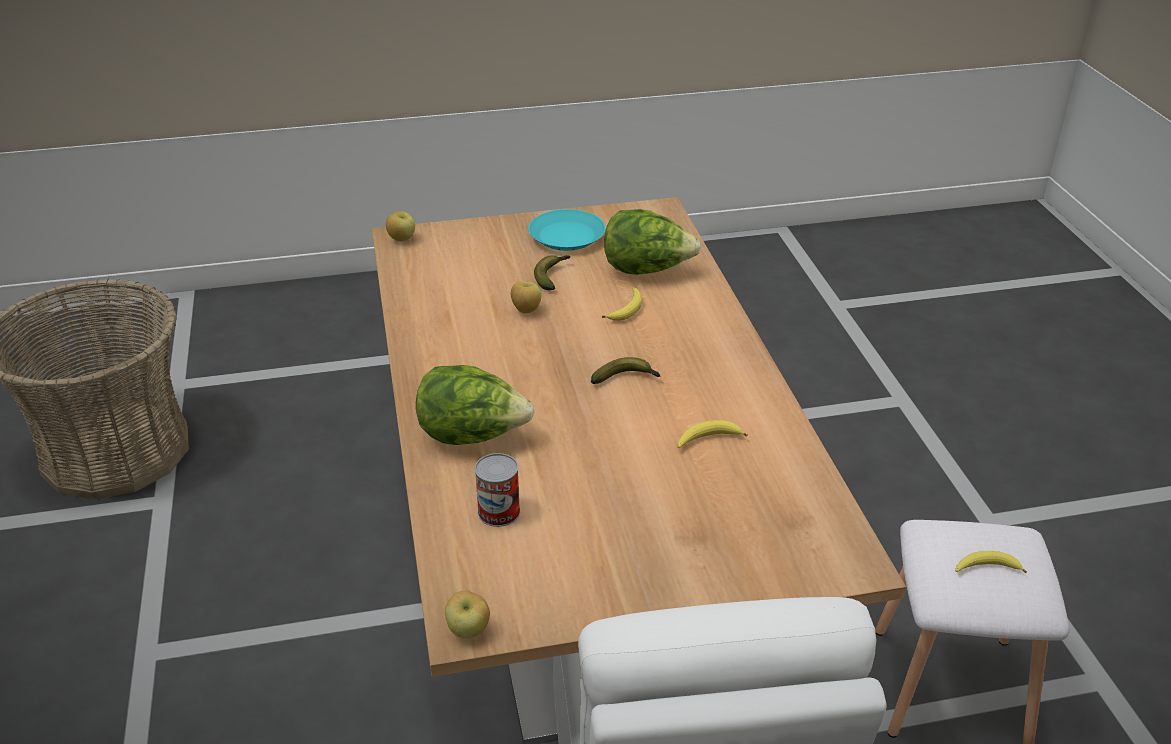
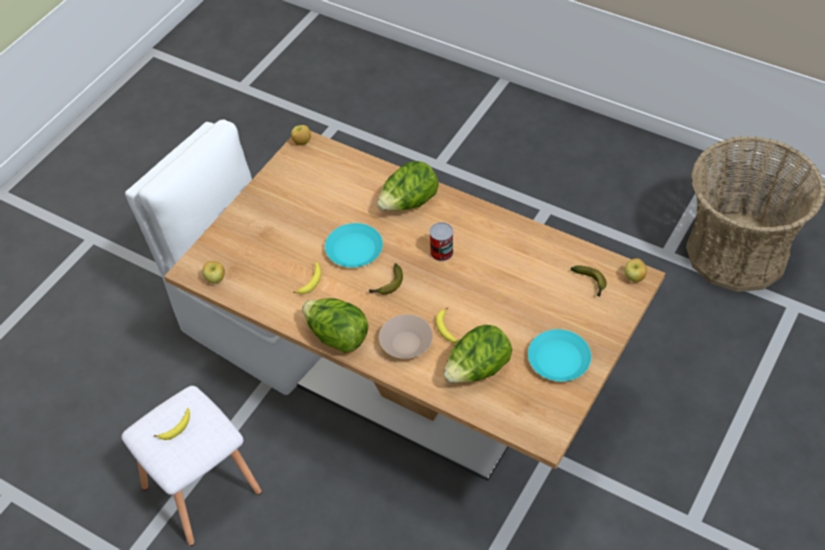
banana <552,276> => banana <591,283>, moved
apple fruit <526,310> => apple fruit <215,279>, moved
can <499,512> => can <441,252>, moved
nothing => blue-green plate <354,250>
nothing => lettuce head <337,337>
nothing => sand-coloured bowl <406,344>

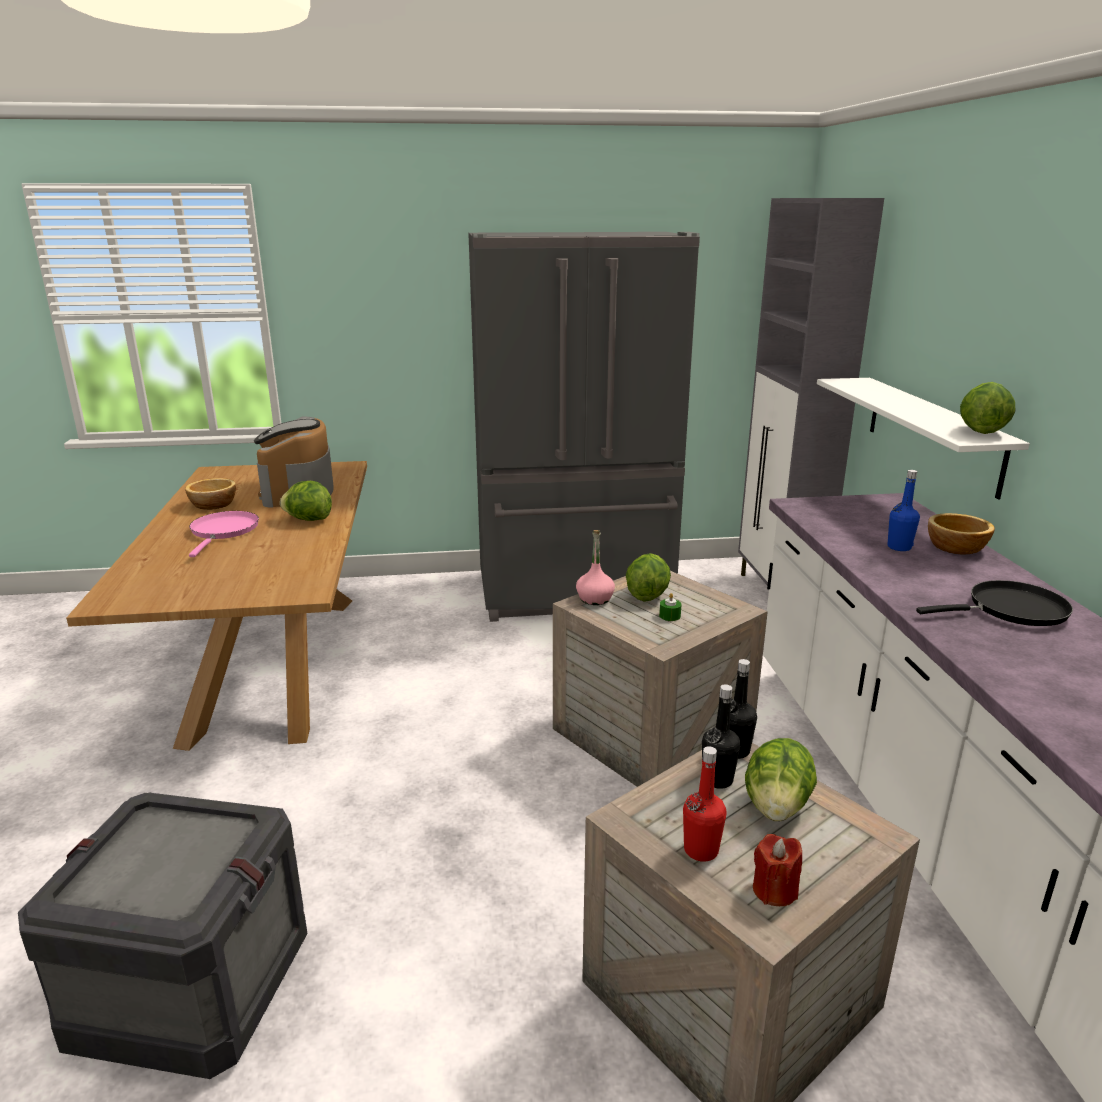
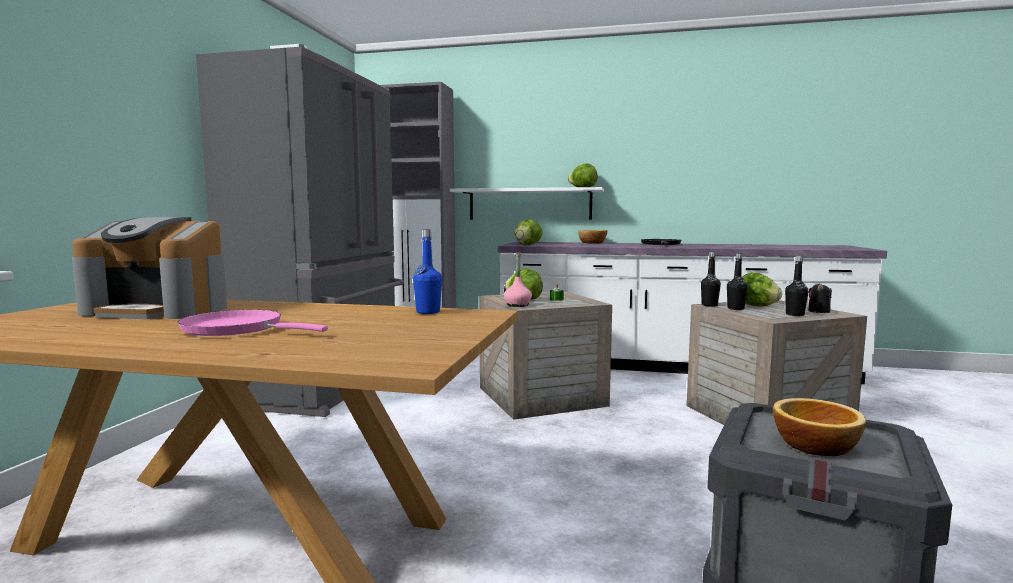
blue drink bottle <899,547> => blue drink bottle <428,312>, moved
bowl <214,505> => bowl <814,445>, moved
lettuce head <308,519> => lettuce head <527,245>, moved
reddish drink bottle <701,850> => black-coloured drink bottle <795,314>
reddish candle <774,890> => black-coloured candle <819,311>

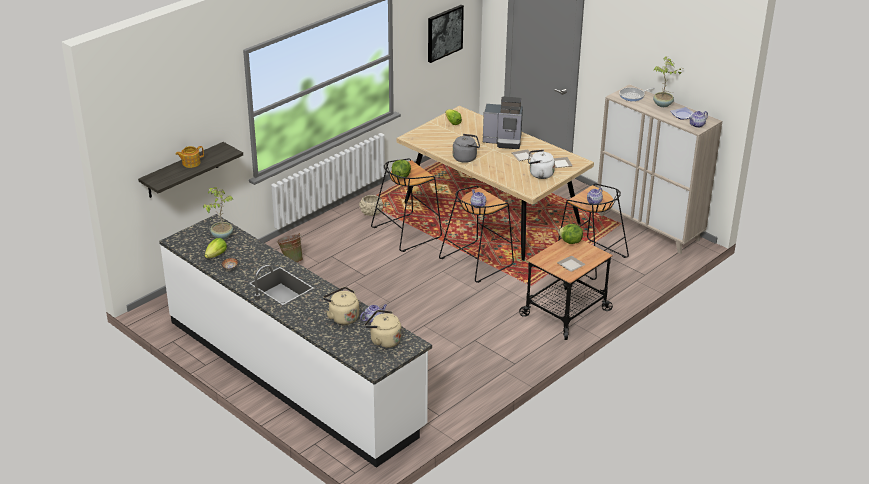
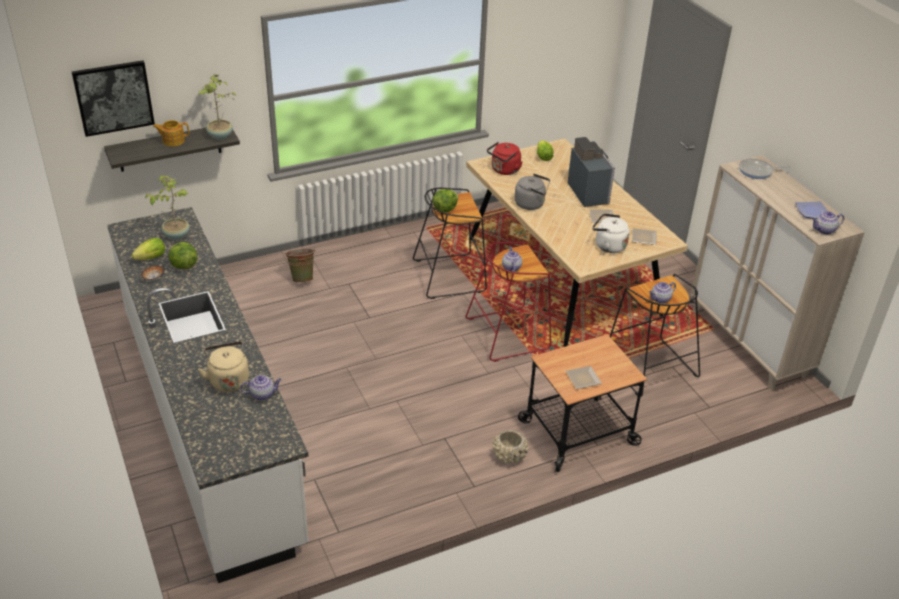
picture <444,33> => picture <113,97>, moved
houseplant <663,105> => houseplant <220,136>, moved
coffee maker <503,141> => coffee maker <590,193>, 135 degrees counterclockwise
black-coloured sitting stool <476,261> => reddish sitting stool <508,333>
sand-coloured plant pot <371,212> => sand-coloured plant pot <509,456>, moved
lettuce head <570,242> => lettuce head <183,265>, moved
sand-coloured water kettle <383,341> => nothing
nothing => reddish water kettle <504,170>

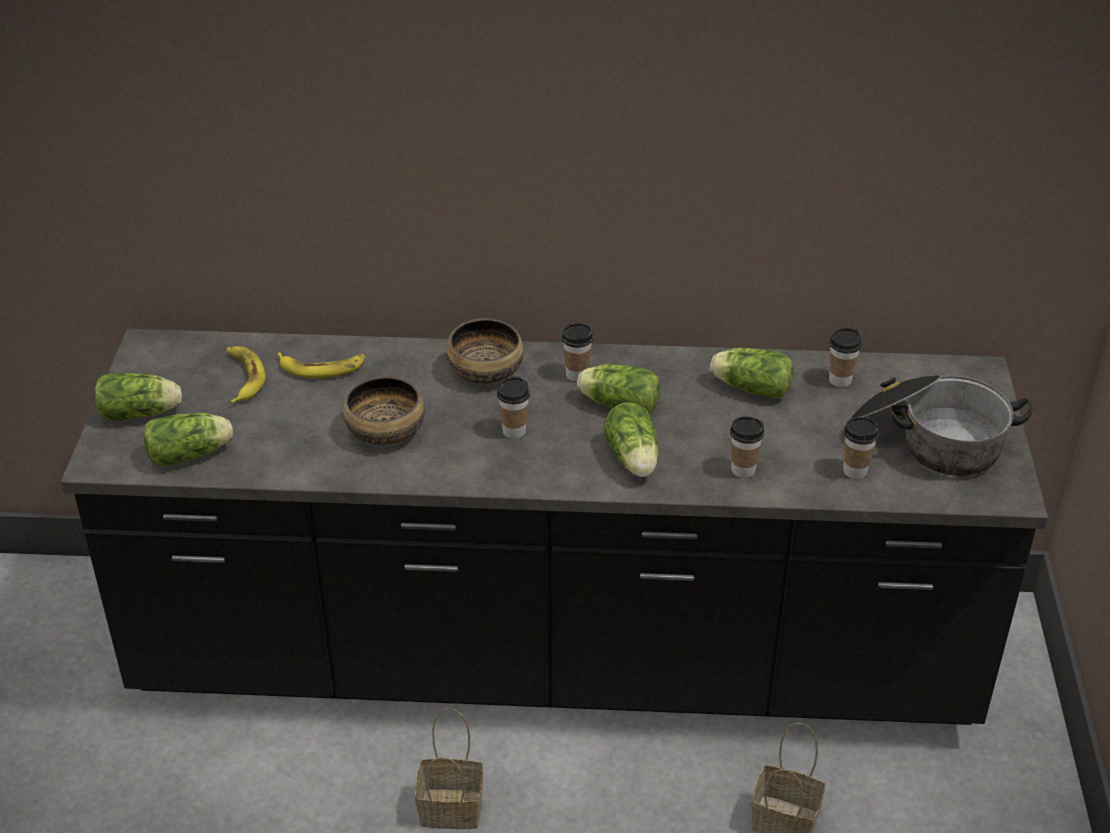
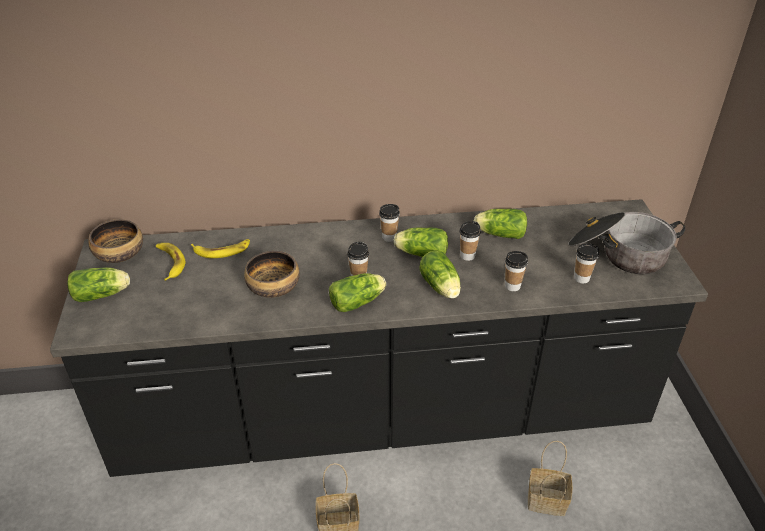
bowl <485,370> => bowl <120,253>, moved
drinking cup <840,380> => drinking cup <467,256>, moved
lettuce head <192,454> => lettuce head <359,302>, moved

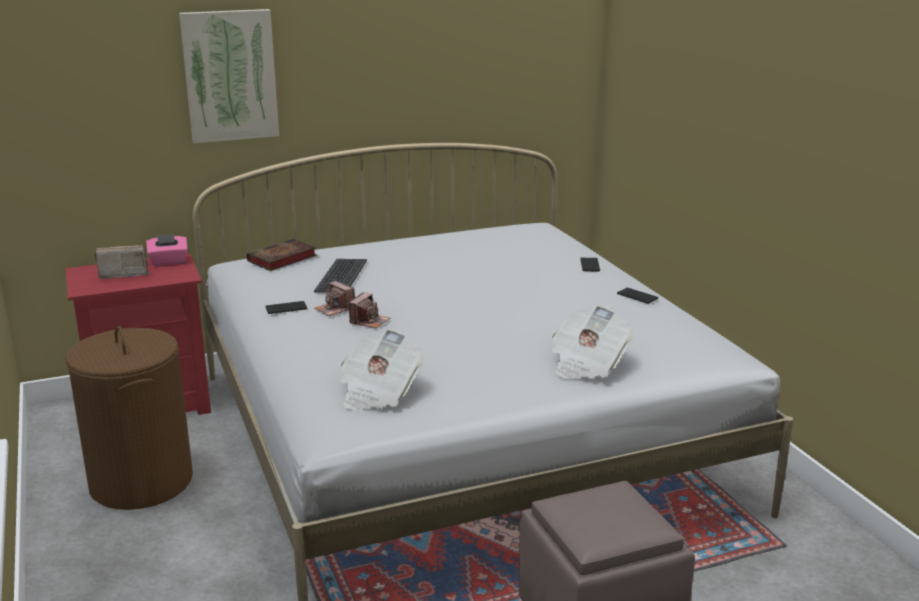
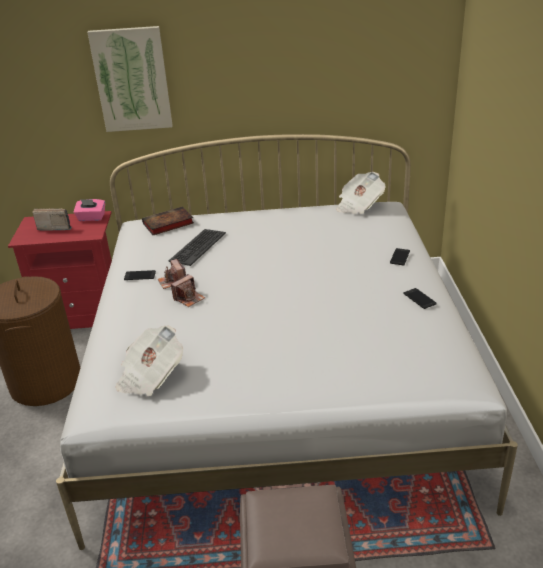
printed paper <587,364> => printed paper <359,205>, moved

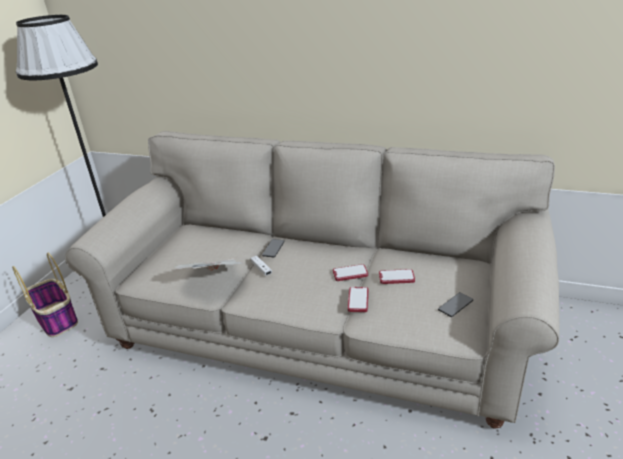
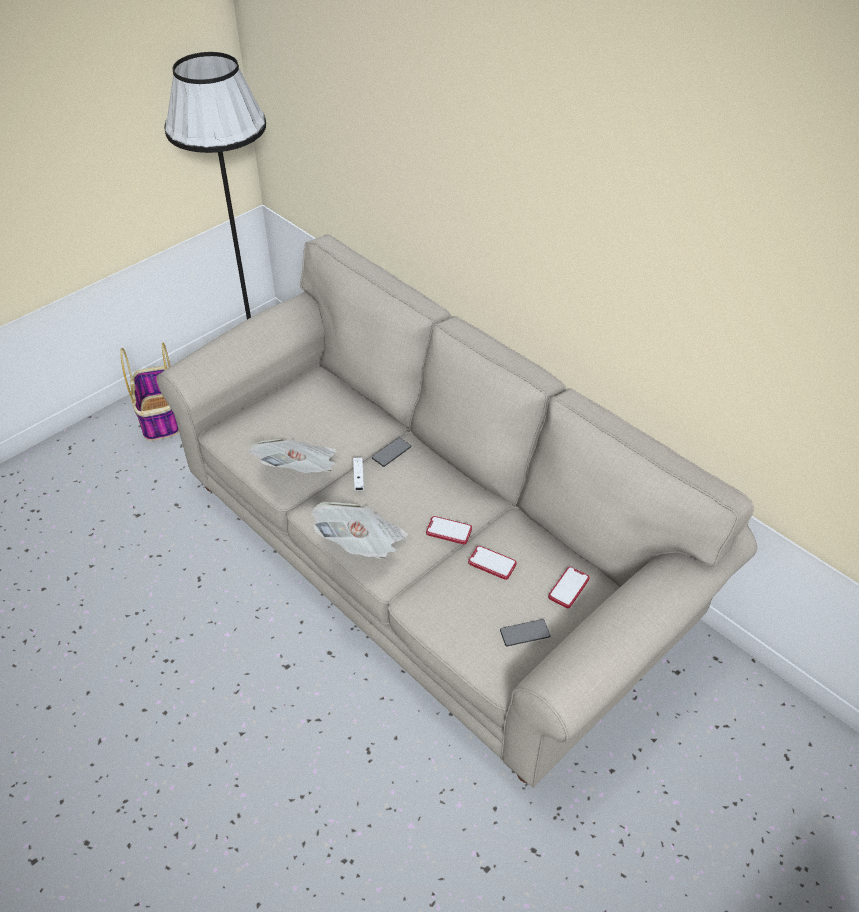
telephone <358,300> => telephone <568,588>, moved
nothing => printed paper <362,544>

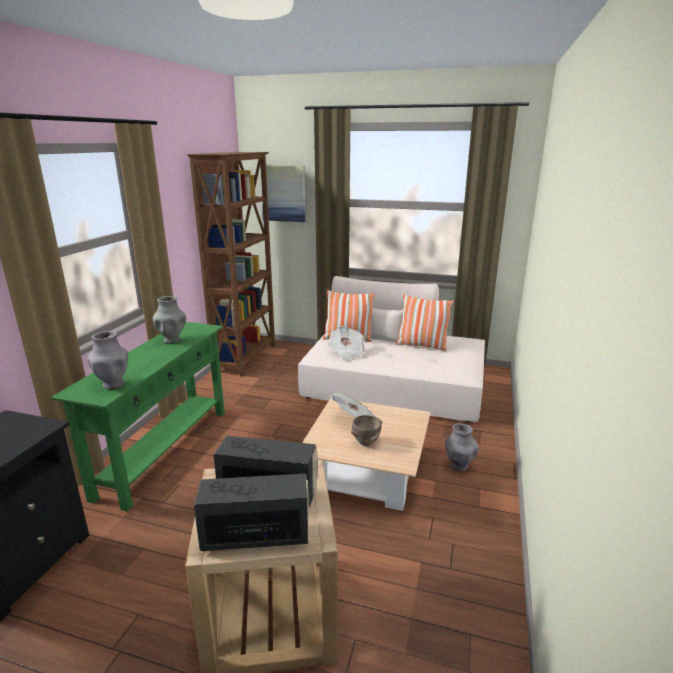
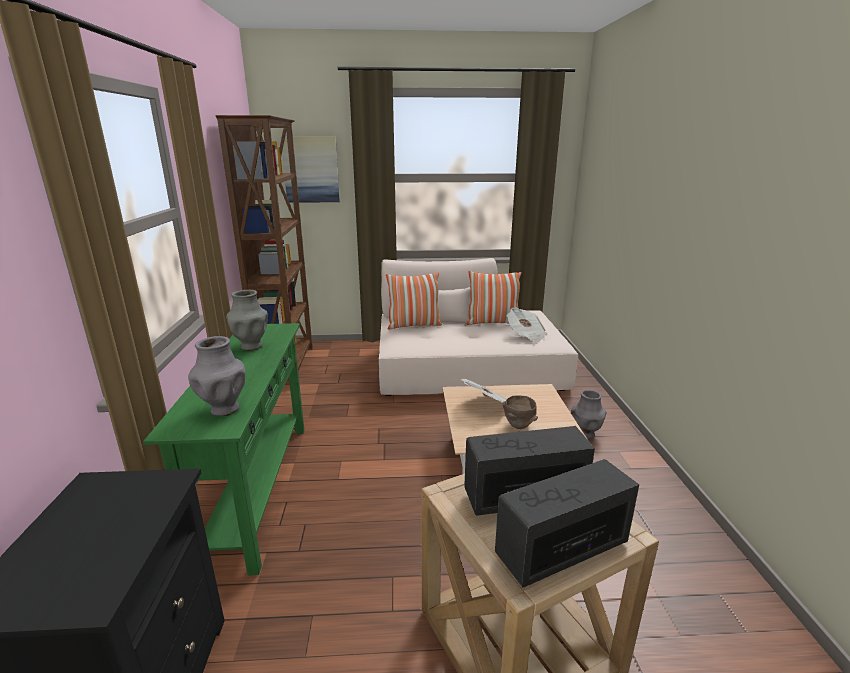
printed paper <347,353> => printed paper <526,335>, moved

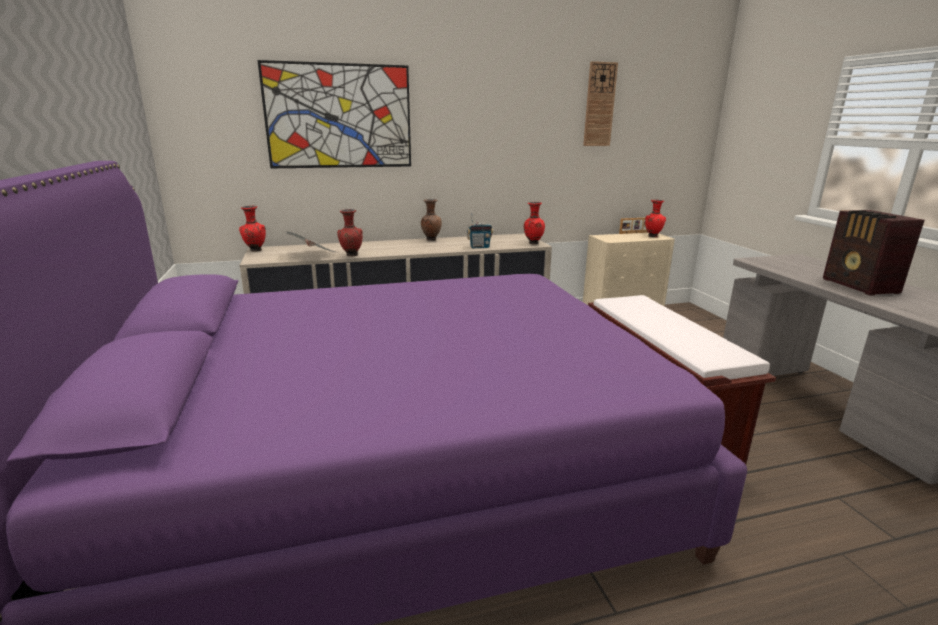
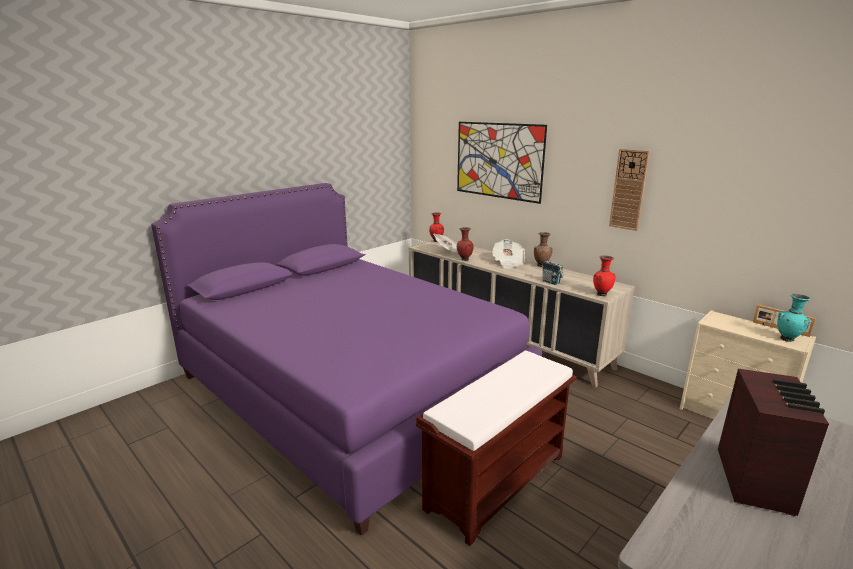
wall clock <599,105> => wall clock <629,190>, moved
reddish vase <652,236> => blue-green vase <787,339>
radio <860,286> => radio <755,480>, 150 degrees clockwise
nothing => printed paper <508,263>

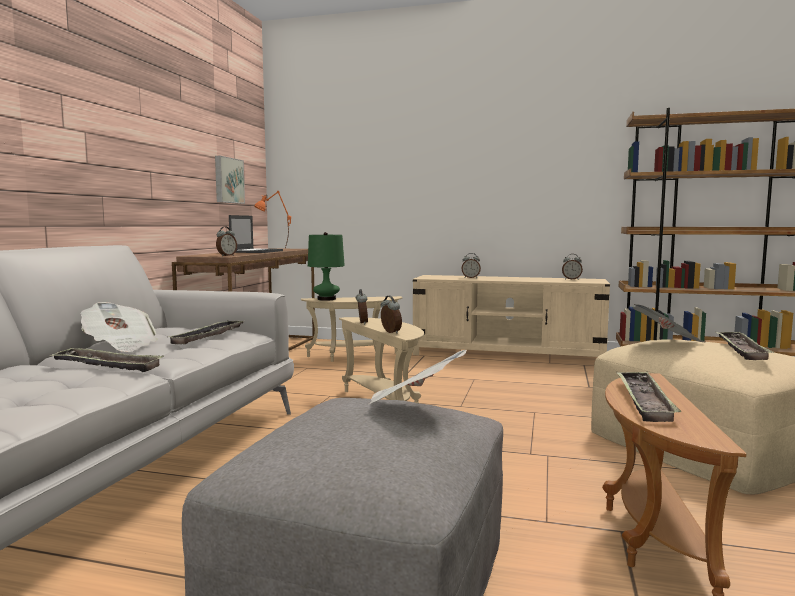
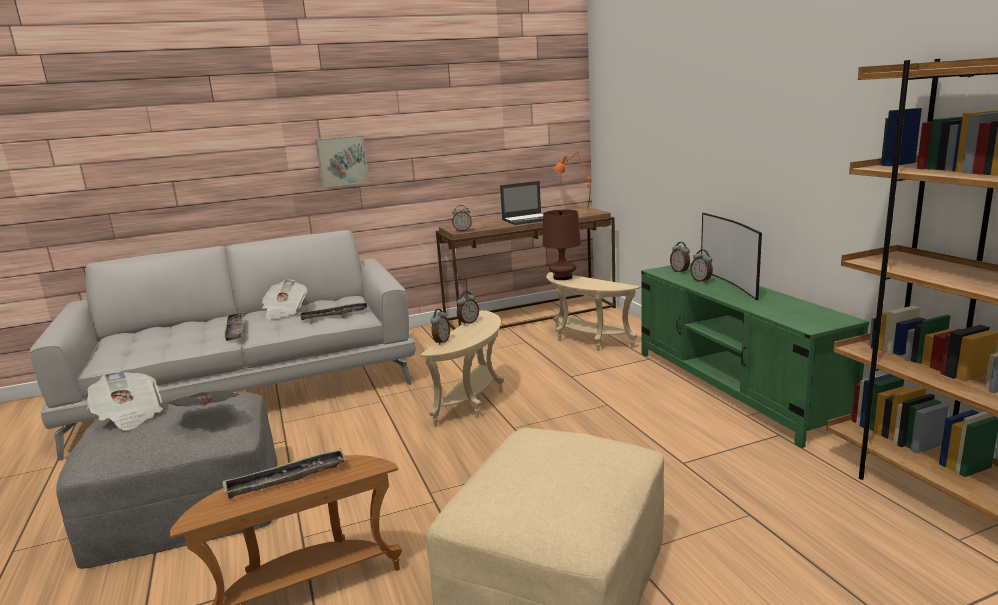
picture <228,180> => picture <342,161>, moved
green-coloured tabletop lamp <326,299> => brown-coloured tabletop lamp <562,277>
bedside clock <571,279> => bedside clock <680,271>, moved
sand-coloured tv unit <507,355> => green-coloured tv unit <734,387>
printed paper <667,341> => printed paper <129,416>, moved
tray <741,349> => nothing
nothing => television <731,283>

